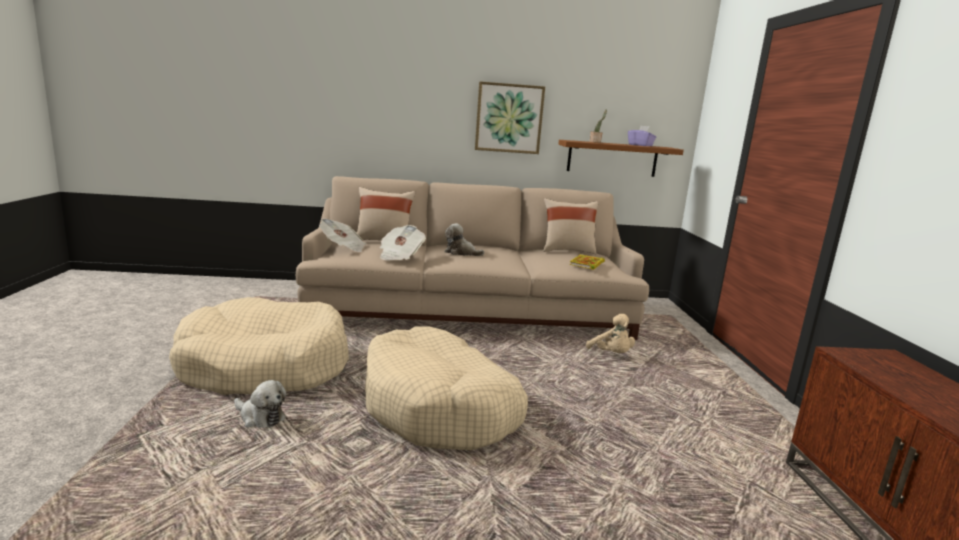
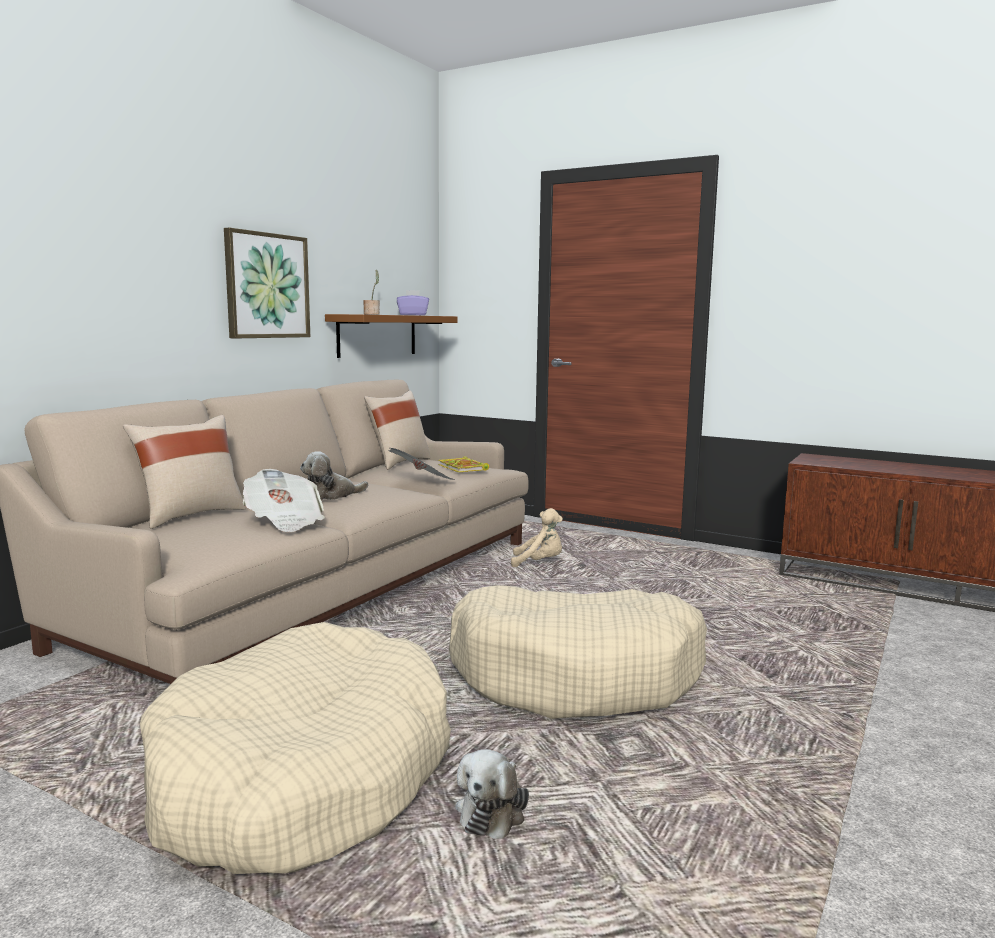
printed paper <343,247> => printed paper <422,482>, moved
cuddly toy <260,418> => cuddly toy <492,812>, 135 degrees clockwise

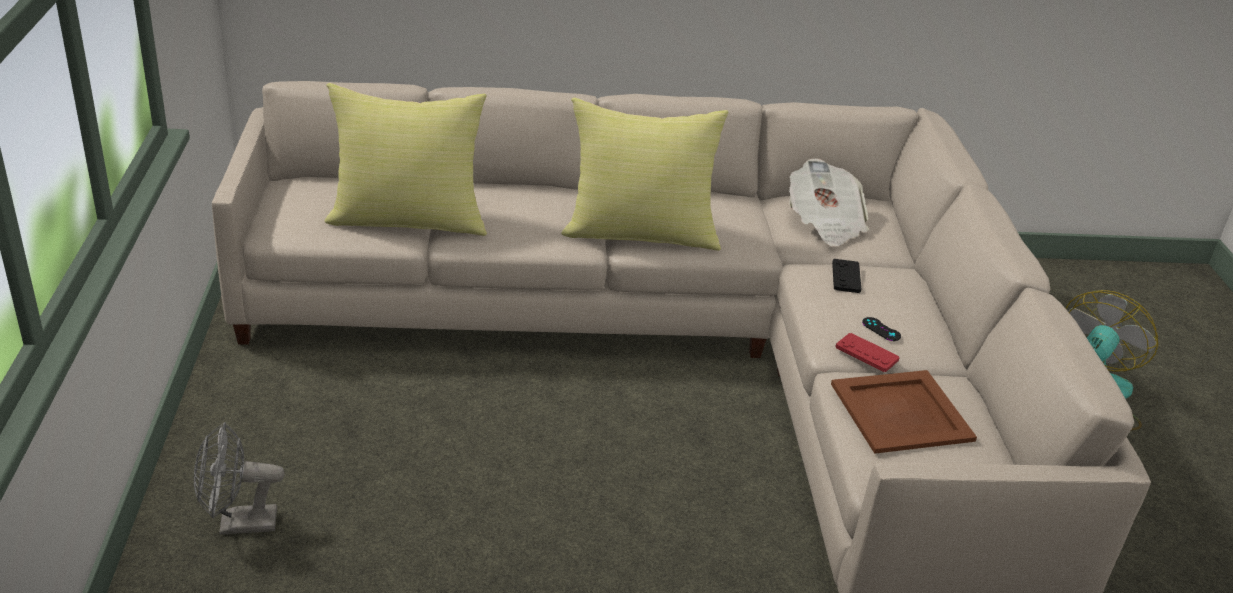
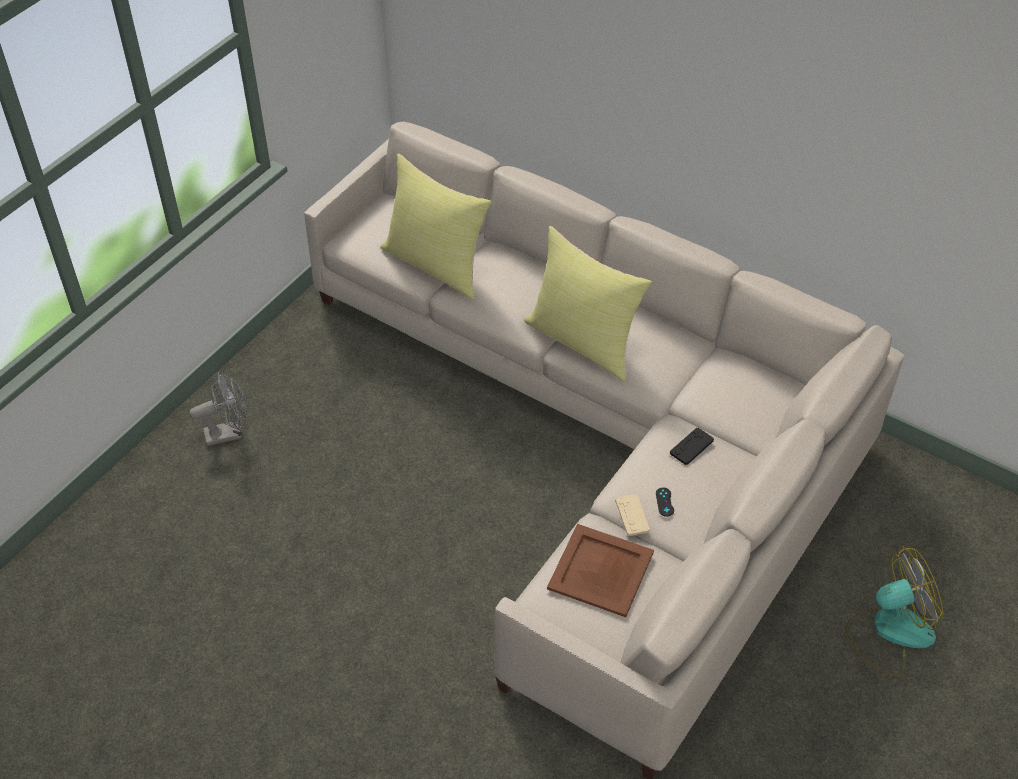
printed paper <825,223> => nothing
reddish joypad <866,353> => sand-coloured joypad <632,515>
gray fan <238,524> => gray fan <229,433>, 135 degrees clockwise

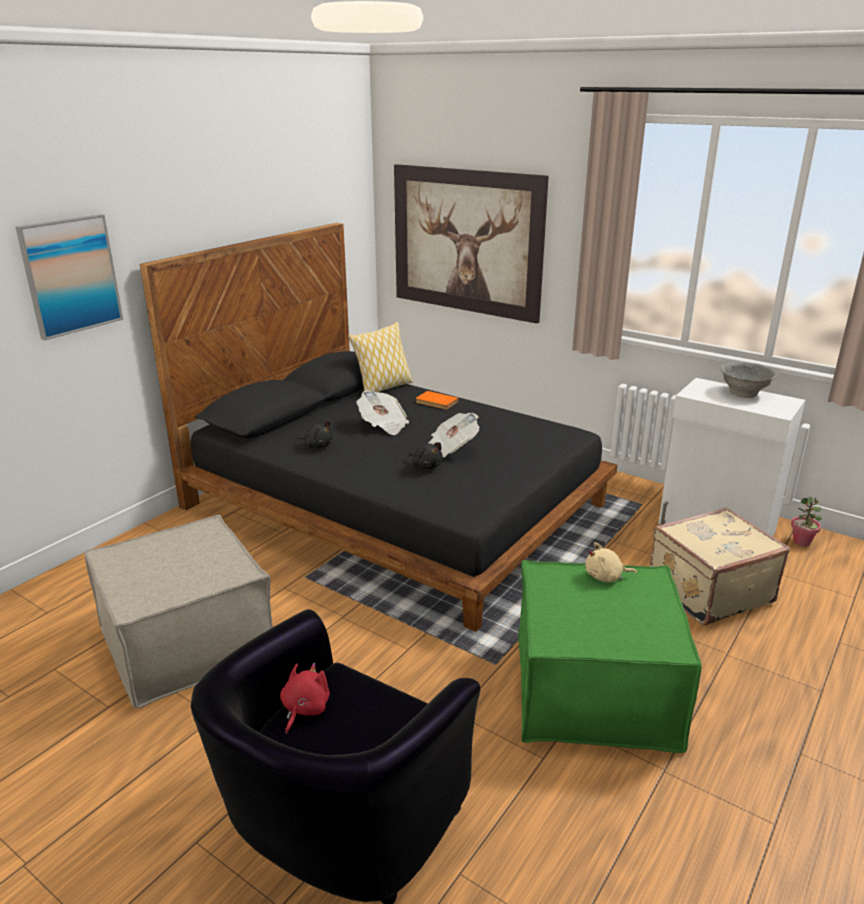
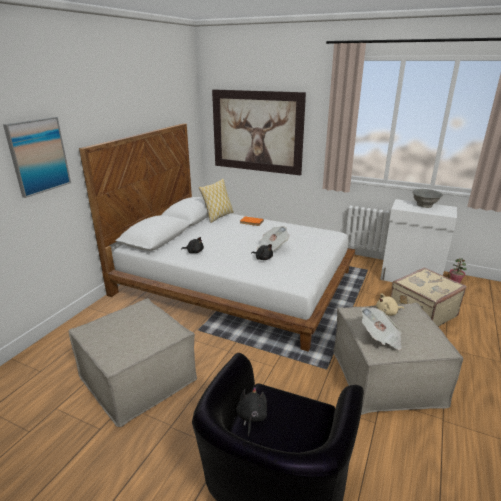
black-coloured bedroom bed <397,505> => whitish bedroom bed <236,282>
printed paper <383,425> => printed paper <380,338>, moved
green-coloured ottoman <594,690> => sand-coloured ottoman <386,377>
reddish cuddly toy <304,709> => black-coloured cuddly toy <251,417>

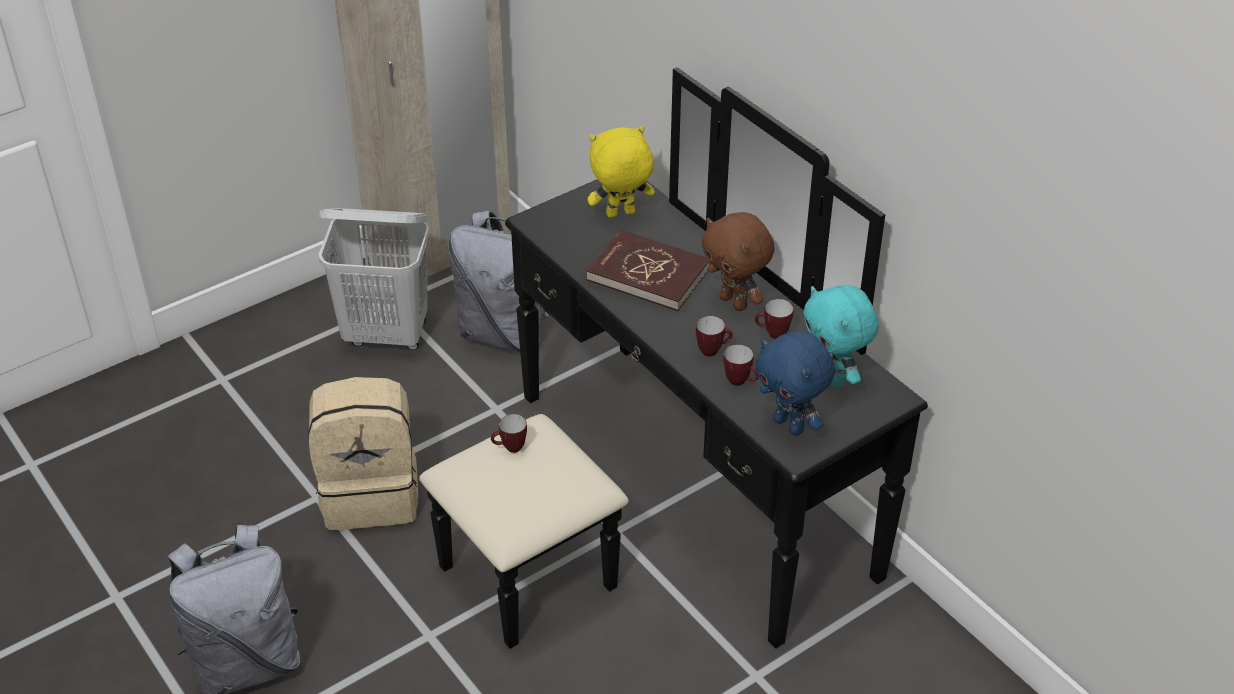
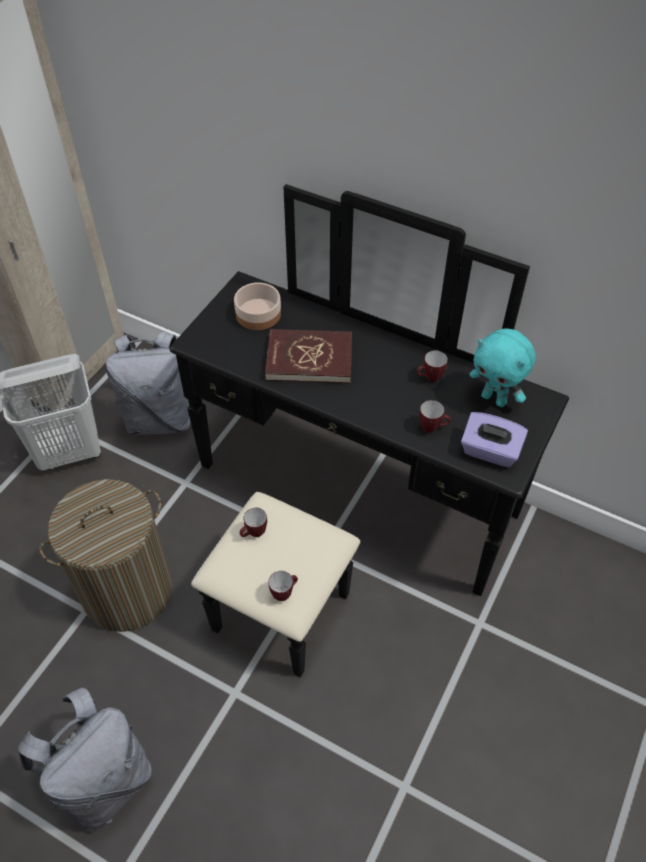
yellow cuddly toy <620,214> => bowl <258,314>
brown-coloured cuddly toy <734,302> => nothing
tea mug <713,350> => tea mug <284,593>, moved
blue cuddly toy <790,425> => purple-coloured box of tissues <489,451>
sand-coloured backpack <371,494> => washing basket <127,590>

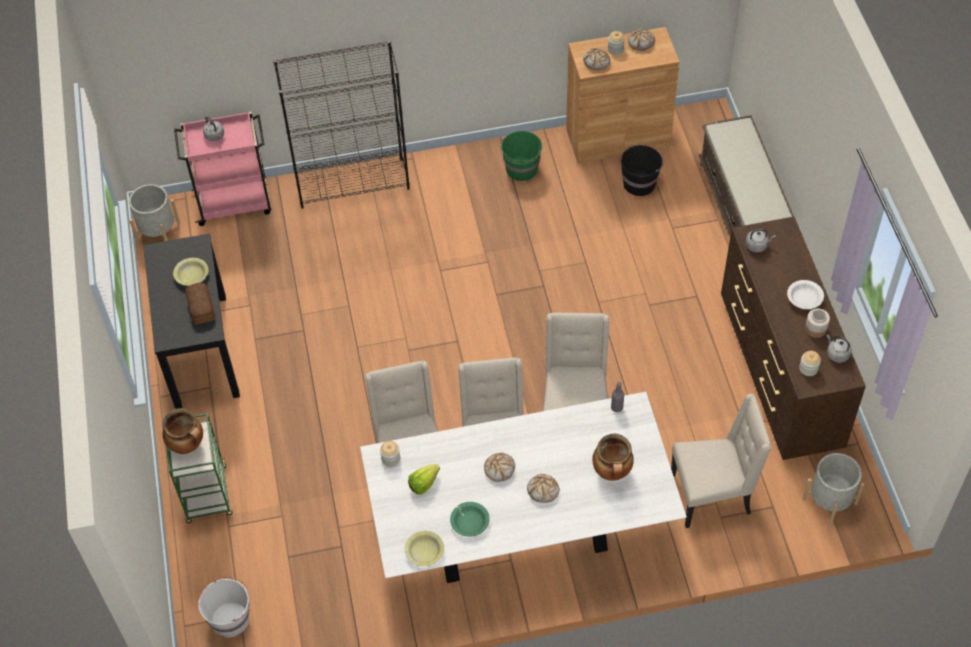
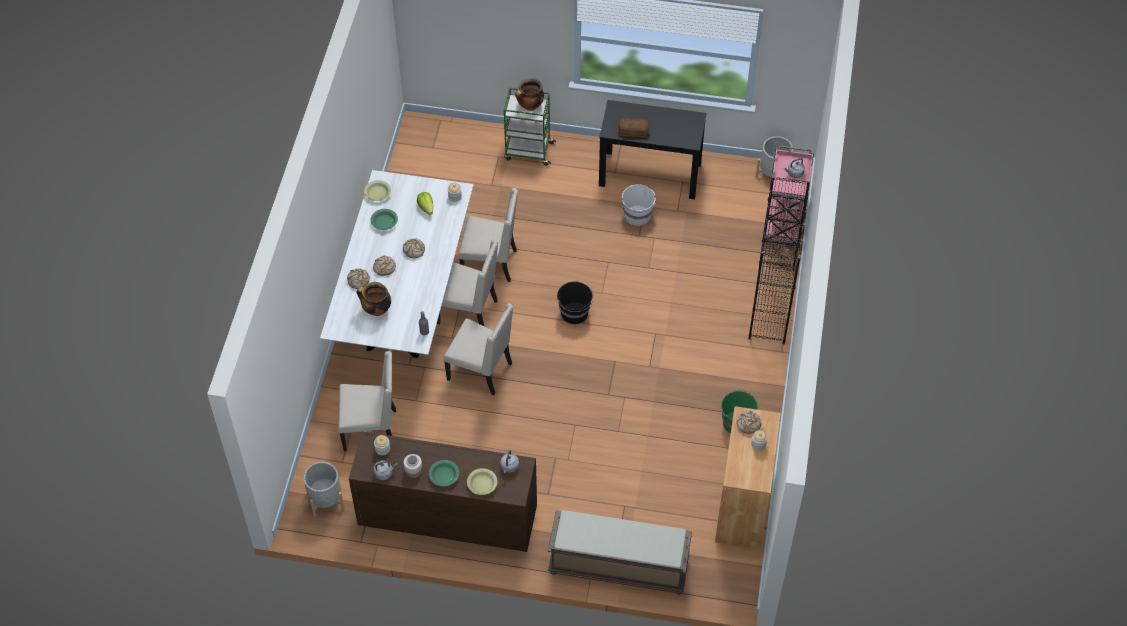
bread <641,42> => bread <358,280>, moved
black-coloured pail <639,183> => black-coloured pail <575,313>, moved
yellow bowl <192,275> => yellow bowl <482,484>, moved
whitish bowl <804,298> => green-coloured bowl <444,476>
sand-coloured chair <712,495> => sand-coloured chair <372,429>, 105 degrees counterclockwise
whitish pail <231,619> => whitish pail <637,216>, moved

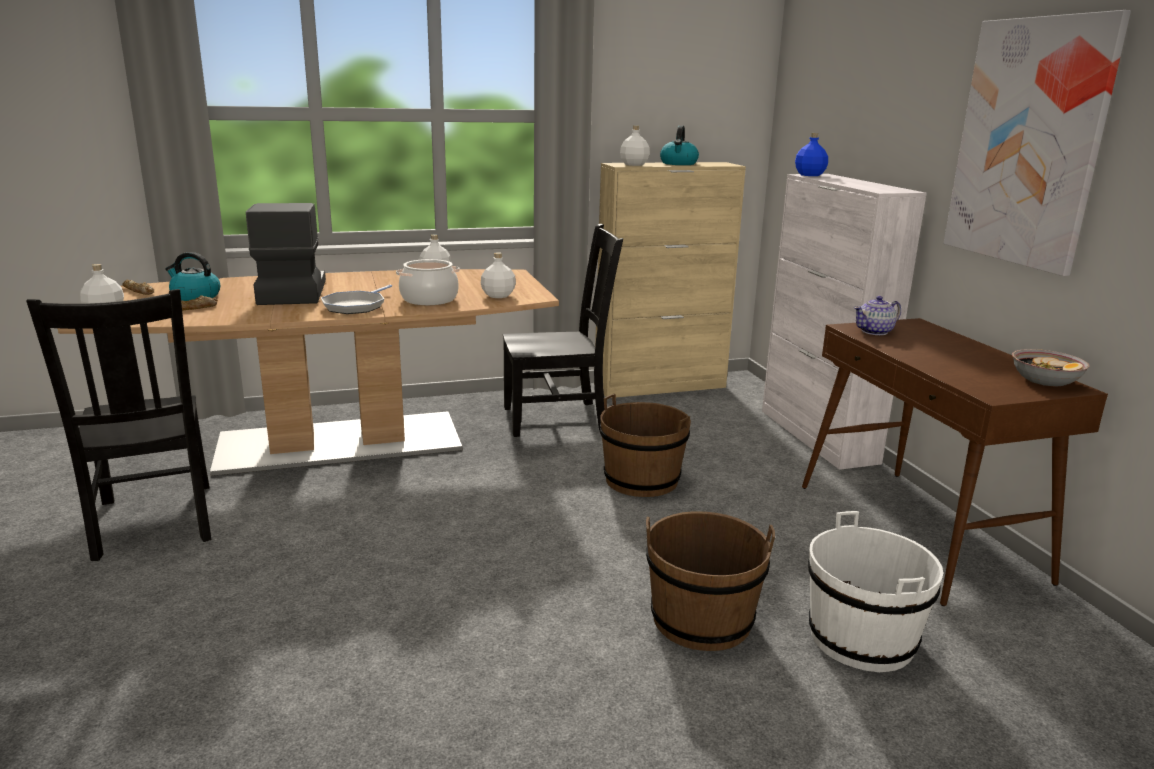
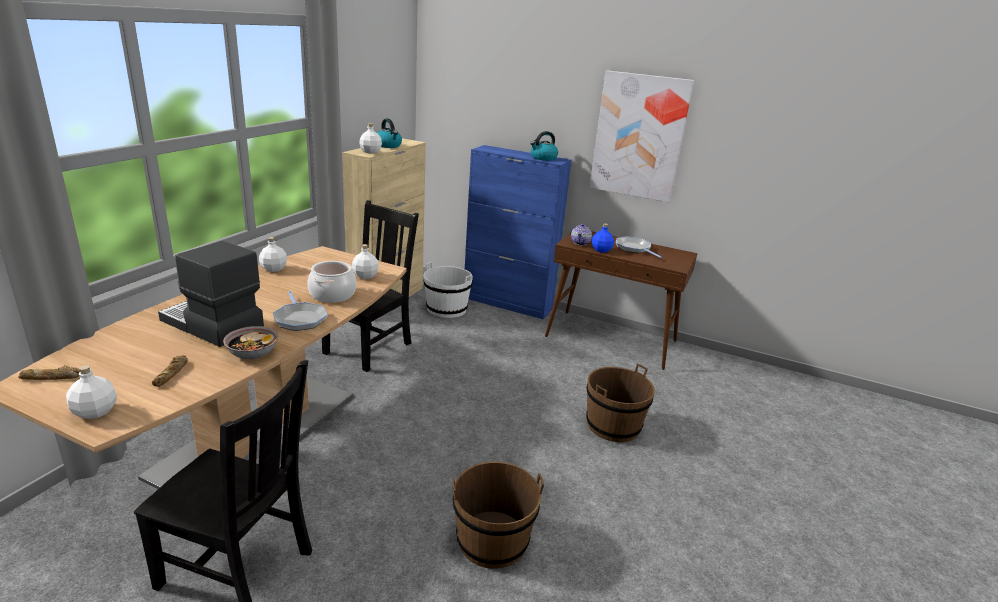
blue drink bottle <809,175> => blue drink bottle <601,250>, moved
whitish storage cabinet <817,436> => blue storage cabinet <508,303>
water kettle <195,296> => water kettle <543,158>, moved
bowl <1045,381> => bowl <252,353>, moved
brown-coloured pail <641,480> => brown-coloured pail <492,540>, moved
whitish pail <861,639> => whitish pail <446,309>, moved
nothing => frying pan <634,248>

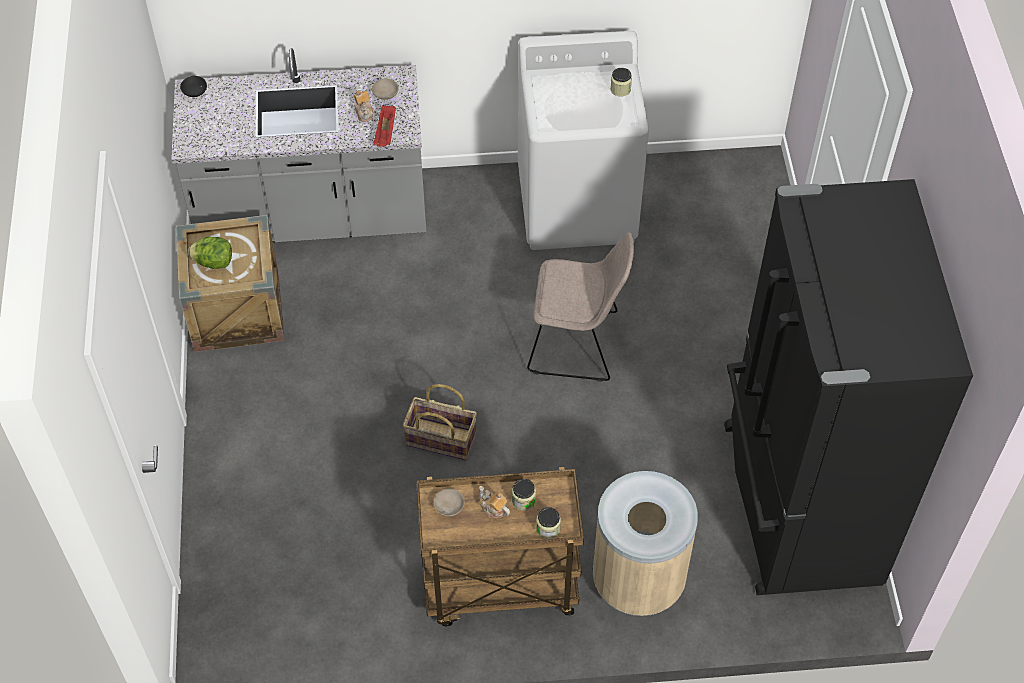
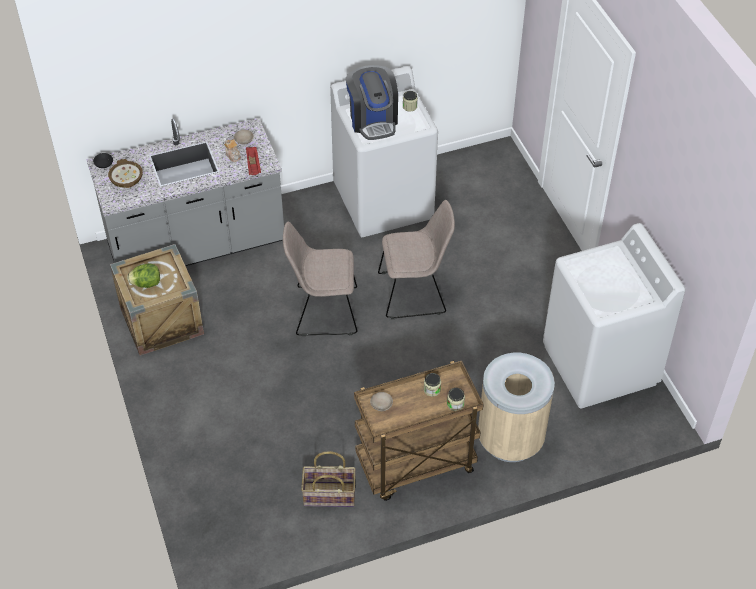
black-coloured refrigerator <796,504> => whitish washing machine <600,365>
basket <440,440> => basket <329,495>, moved
pot for tea <493,508> => nothing
nothing => coffee maker <373,120>
nothing => bowl <126,177>
nothing => sand-coloured chair <323,311>

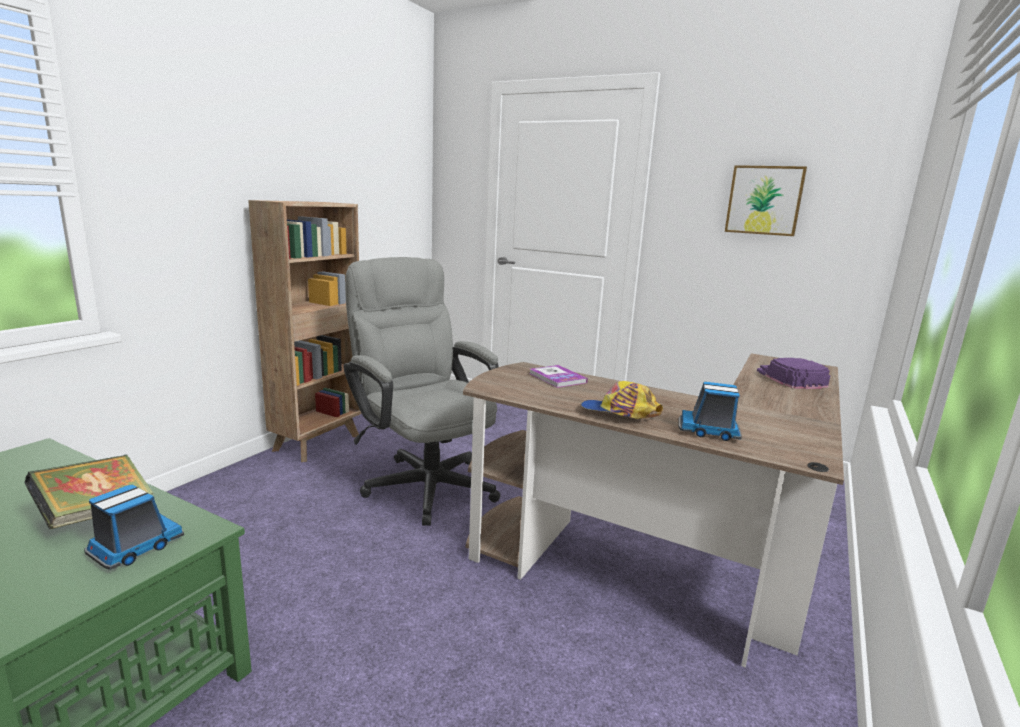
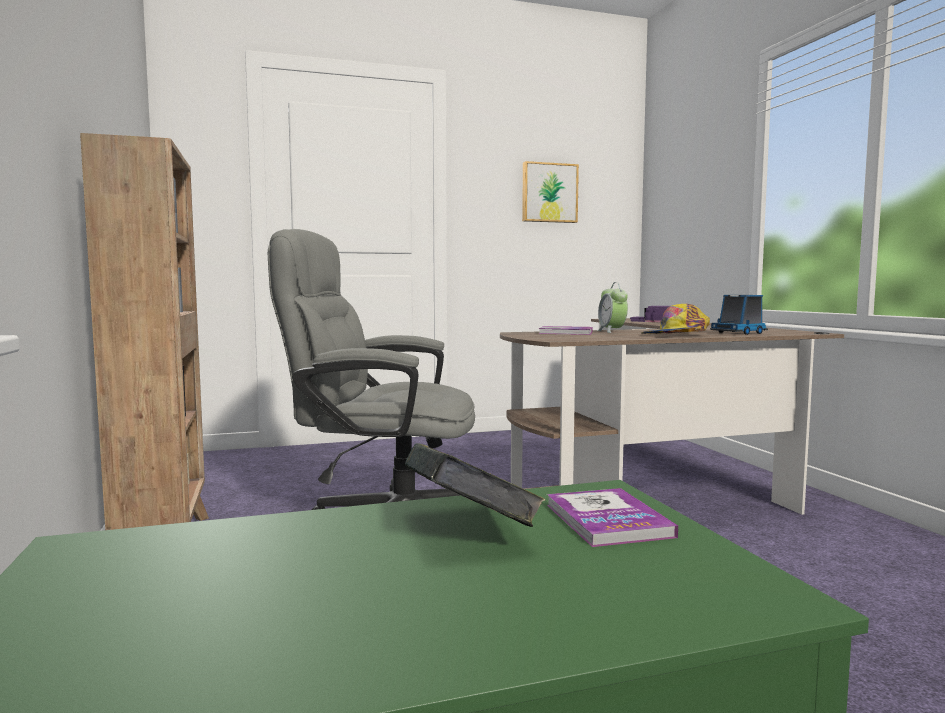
toy truck <135,548> => book <607,520>
nothing => bedside clock <612,331>

